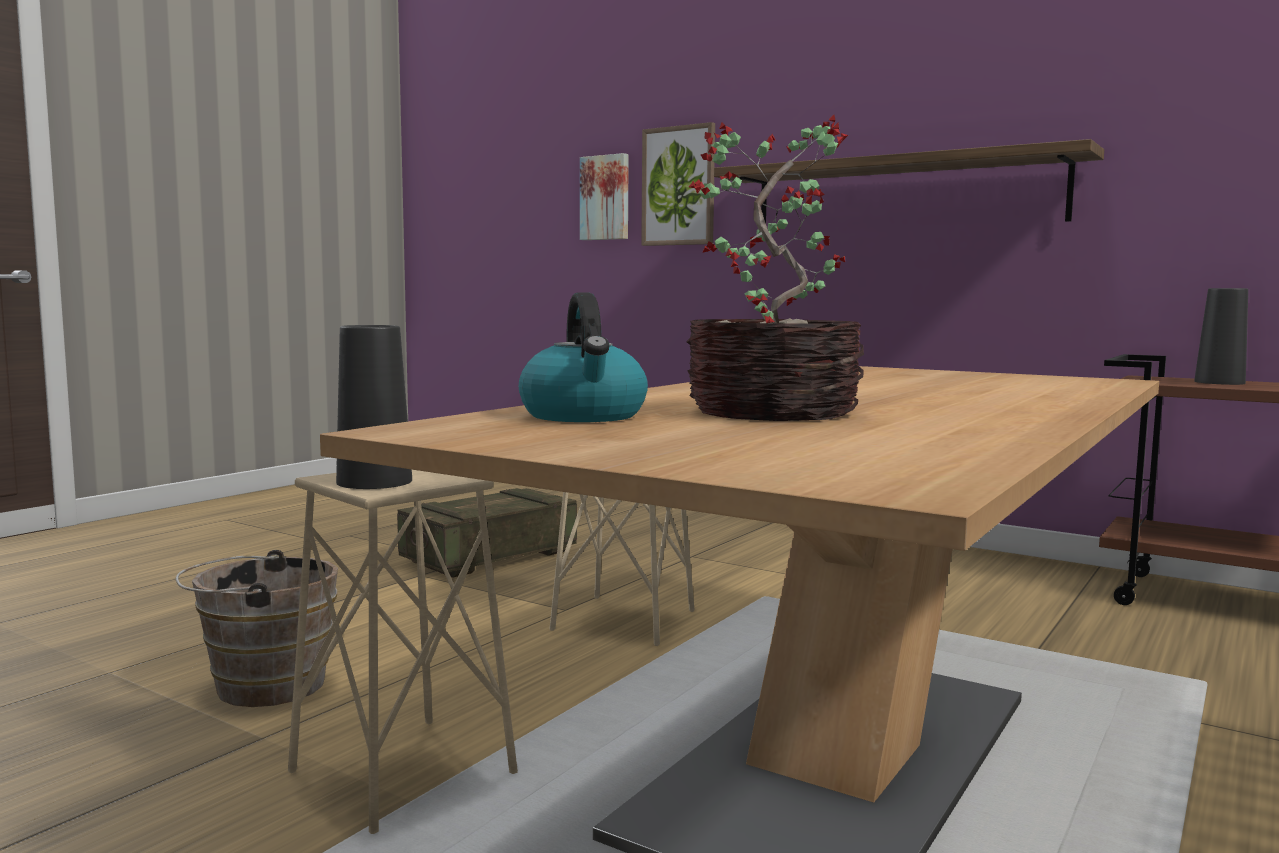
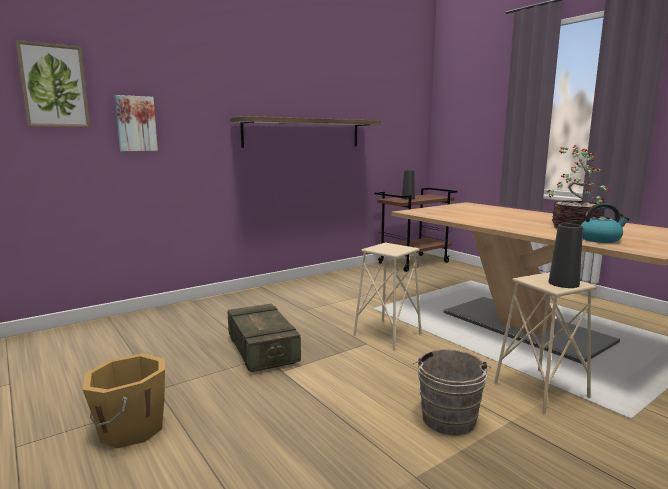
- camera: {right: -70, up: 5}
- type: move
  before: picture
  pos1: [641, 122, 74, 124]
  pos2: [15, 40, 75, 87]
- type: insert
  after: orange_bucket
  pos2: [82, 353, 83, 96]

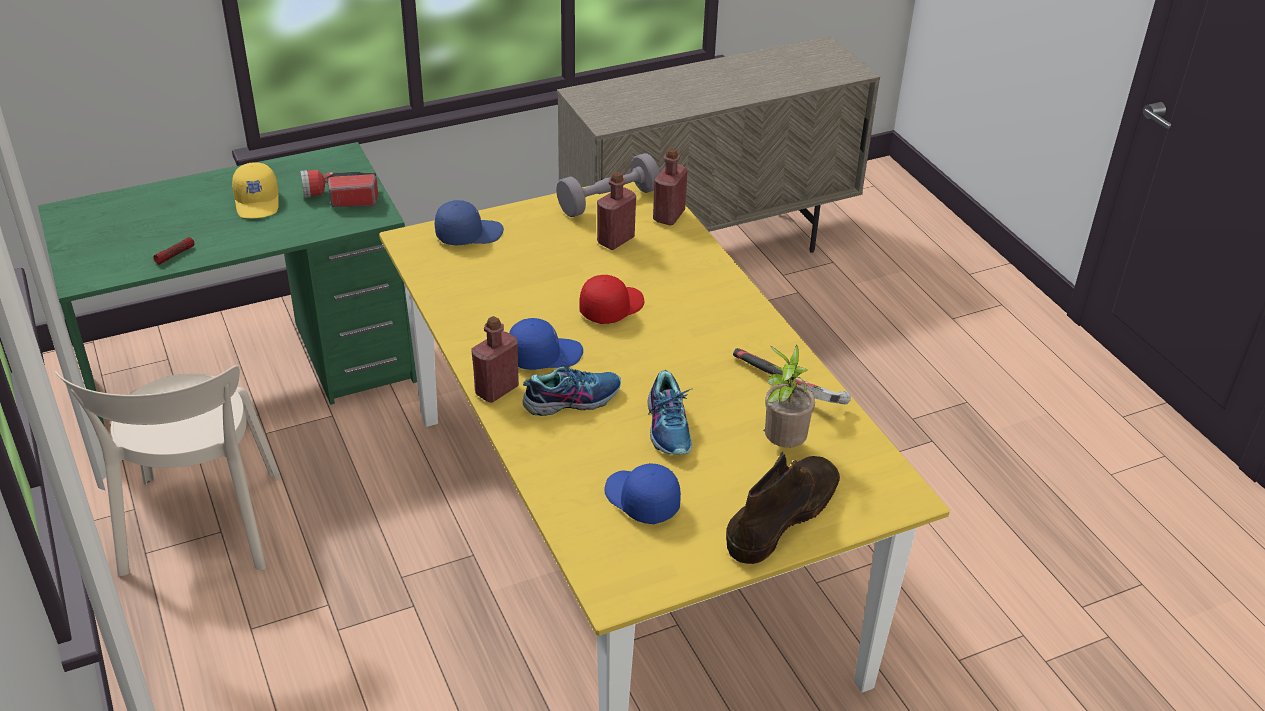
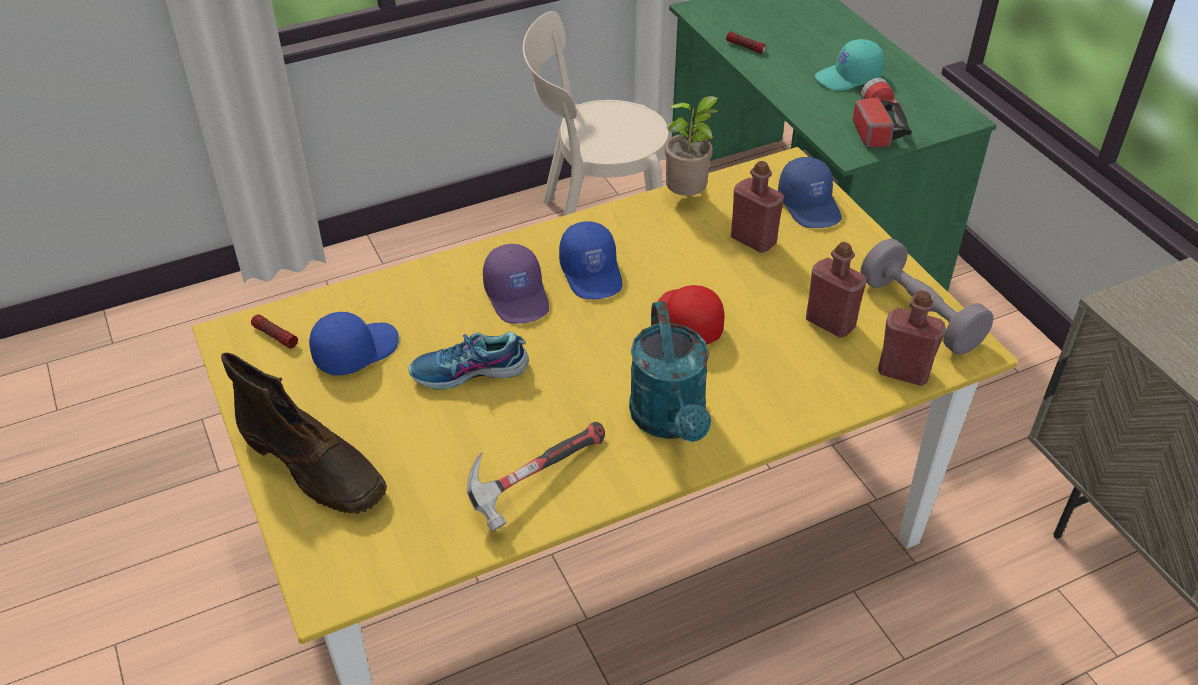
- camera: {right: 90, up: 5}
- type: recolor
  before: yellow_cap
  after: turquoise_cap
  pos1: [232, 162, 47, 56]
  pos2: [815, 39, 69, 52]
- type: rotate
  before: red_cap
  pos1: [579, 275, 65, 49]
  pos2: [658, 285, 67, 60]
  turn: -150
- type: move
  before: red_bottle
  pos1: [471, 316, 48, 87]
  pos2: [731, 161, 53, 92]
- type: move
  before: potted_plant
  pos1: [763, 344, 52, 104]
  pos2: [665, 96, 55, 100]
- type: replace
  before: shoe
  after: purple_cap
  pos1: [522, 354, 99, 62]
  pos2: [483, 244, 66, 80]
- type: insert
  after: turquoise_watering_can
  pos2: [629, 301, 82, 141]
- type: insert
  after: flashlight
  pos2: [251, 314, 47, 35]

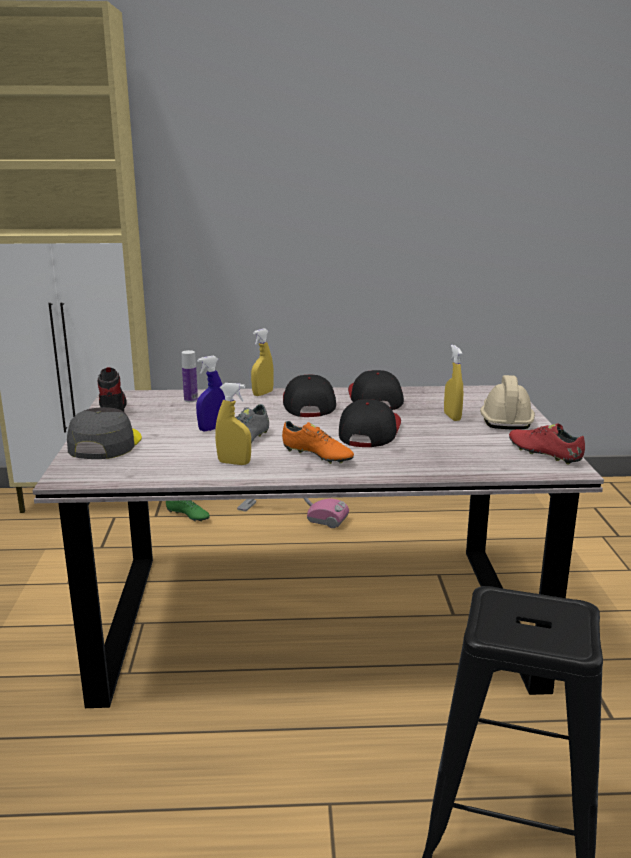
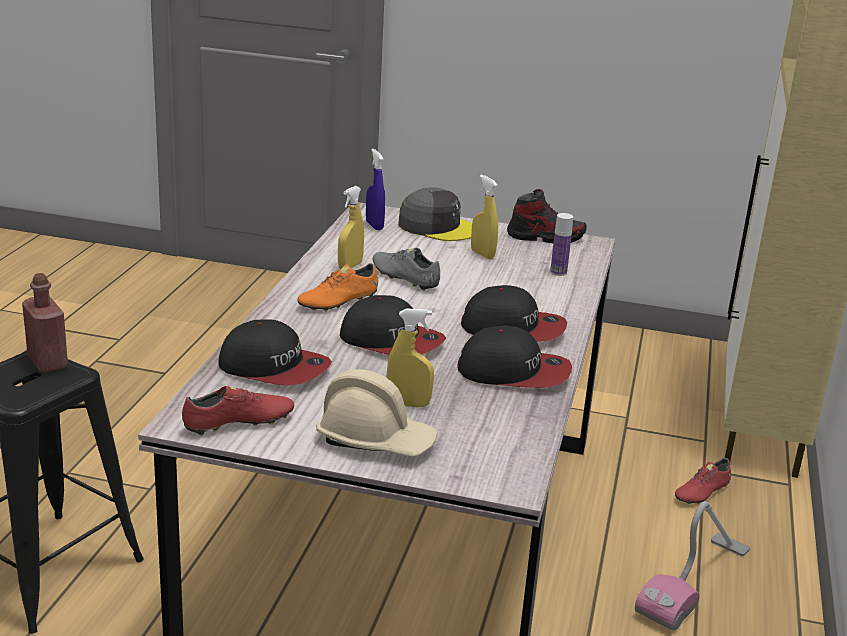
- camera: {right: 105, up: 5}
- type: move
  before: yellow_spray_bottle
  pos1: [251, 329, 23, 67]
  pos2: [471, 175, 27, 84]
- type: move
  before: blue_spray_bottle
  pos1: [196, 356, 29, 75]
  pos2: [366, 149, 19, 81]
- type: recolor
  before: green_shoe
  after: red_shoe
  pos1: [166, 500, 44, 22]
  pos2: [675, 458, 56, 46]
- type: insert
  after: red_bottle
  pos2: [22, 273, 46, 100]
- type: insert
  after: cap
  pos2: [218, 320, 114, 65]

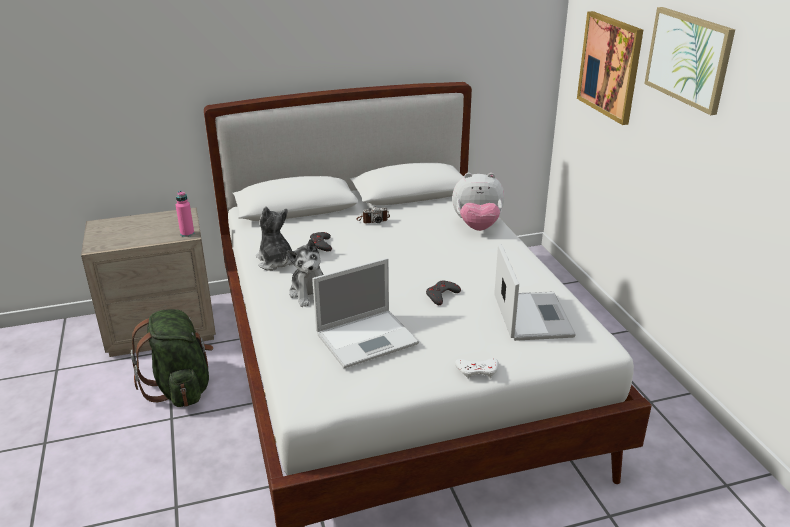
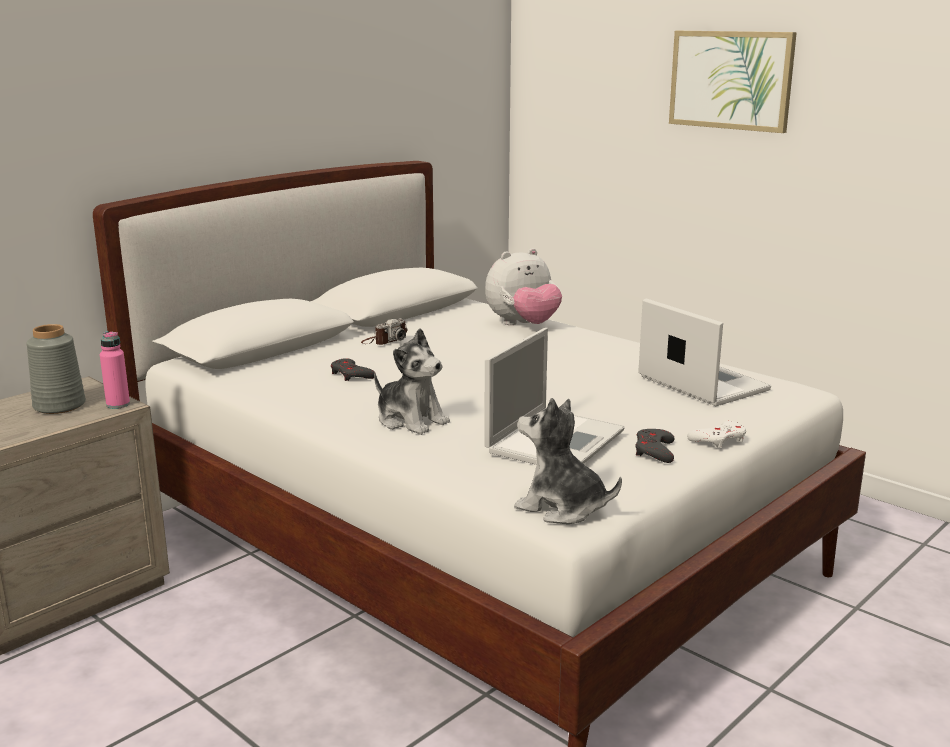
- camera: {right: -30, up: -10}
- type: delete
  before: picture
  pos1: [577, 11, 66, 114]
- type: move
  before: plush_toy
  pos1: [256, 207, 37, 64]
  pos2: [514, 398, 108, 126]
- type: move
  before: grey_game_controller
  pos1: [426, 280, 35, 25]
  pos2: [635, 429, 39, 34]
- type: delete
  before: green_backpack
  pos1: [130, 309, 83, 98]
- type: insert
  after: grey_vase
  pos2: [26, 324, 60, 90]

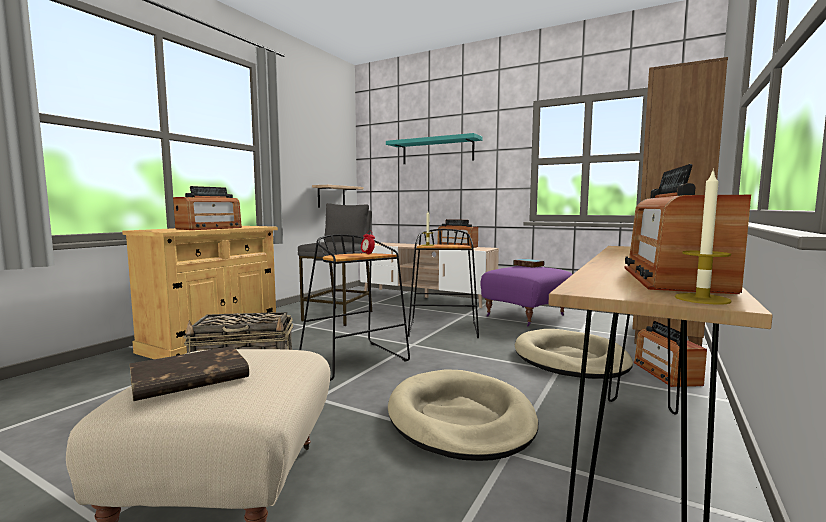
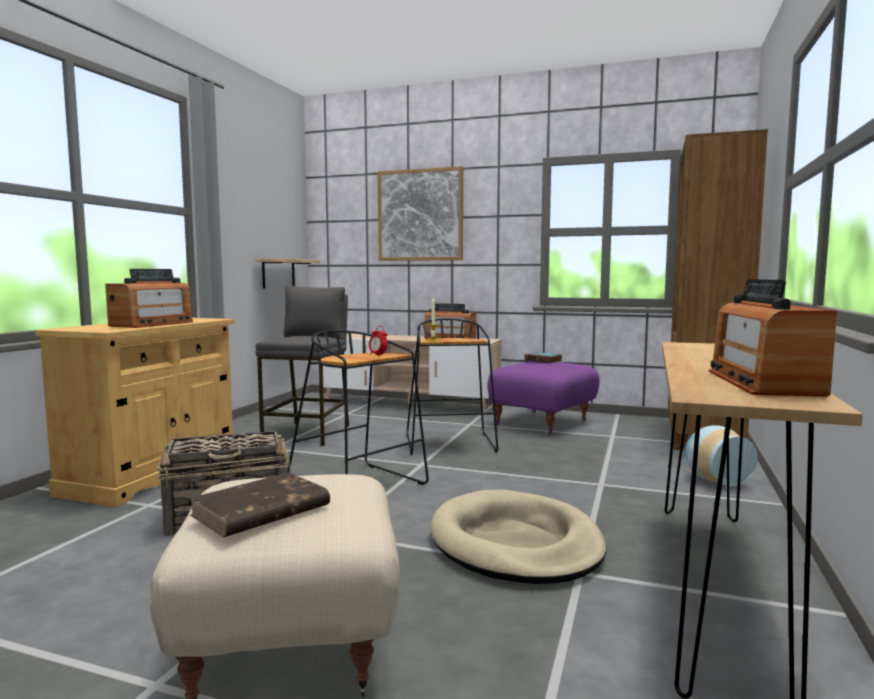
- camera: {right: -10, up: 0}
- type: replace
  before: turquoise_shelf
  after: picture
  pos1: [386, 133, 97, 31]
  pos2: [378, 166, 85, 95]
- type: delete
  before: candle
  pos1: [675, 169, 57, 136]
- type: replace
  before: radio
  after: vase
  pos1: [633, 321, 74, 66]
  pos2: [686, 425, 72, 61]
- type: delete
  before: beige_dog_bed
  pos1: [515, 329, 118, 50]

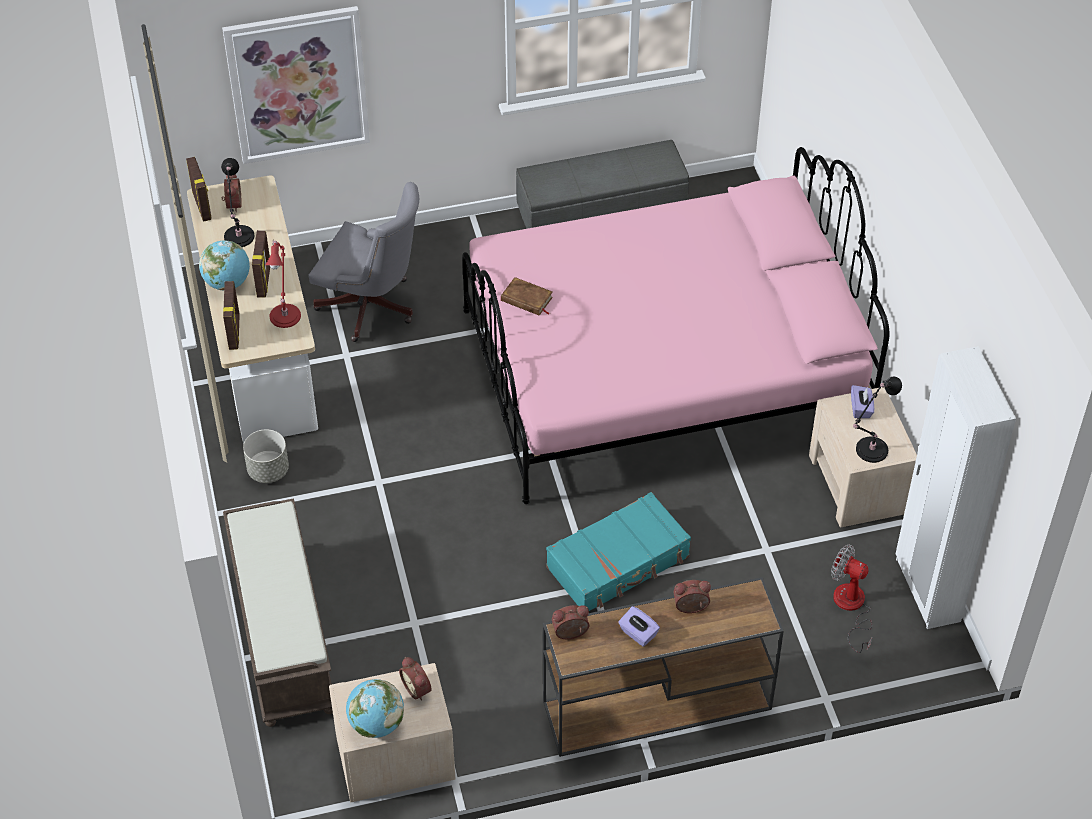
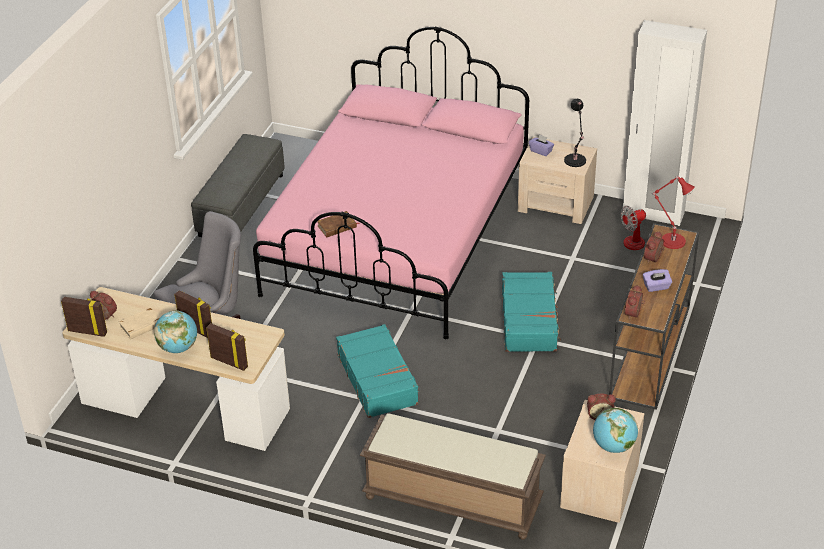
- camera: {right: -55, up: -10}
- type: delete
  before: picture
  pos1: [222, 6, 148, 158]
- type: replace
  before: black_table_lamp
  after: beige_book
  pos1: [221, 158, 33, 89]
  pos2: [119, 308, 41, 31]
- type: move
  before: red_table_lamp
  pos1: [266, 240, 35, 88]
  pos2: [651, 176, 44, 73]
- type: delete
  before: grey_planter
  pos1: [243, 429, 46, 54]
- type: insert
  after: turquoise_suitcase
  pos2: [336, 324, 83, 94]

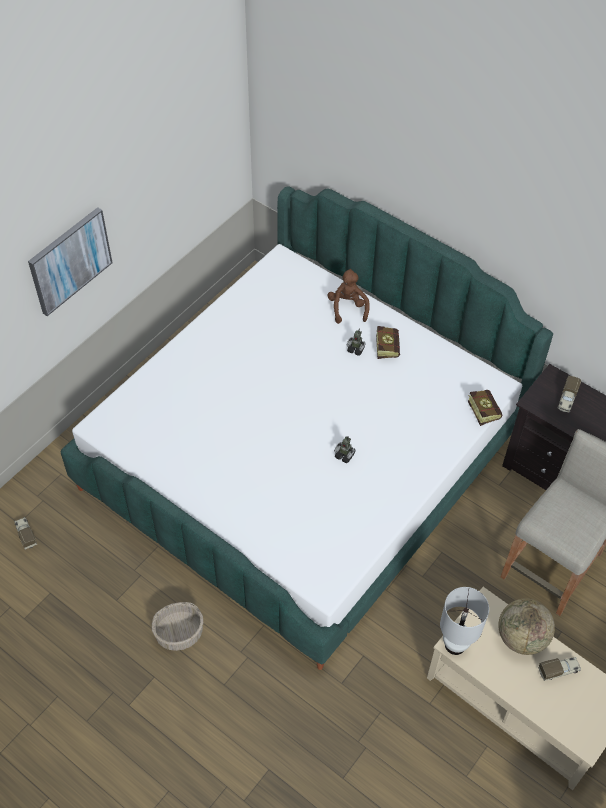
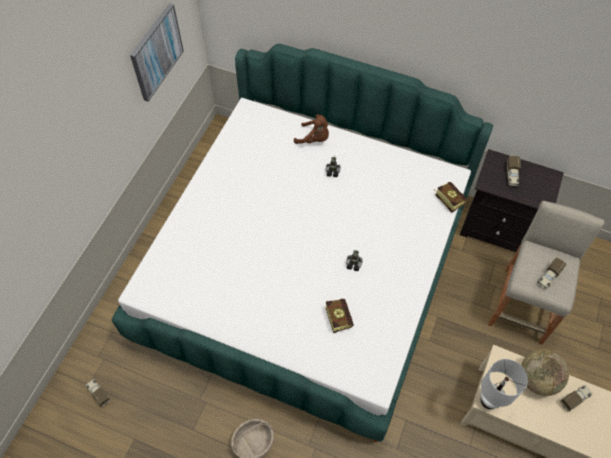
- camera: {right: -15, up: 5}
- type: move
  before: picture
  pos1: [28, 207, 85, 109]
  pos2: [130, 3, 54, 99]
- type: rotate
  before: brown_plush_toy
  pos1: [328, 269, 42, 55]
  pos2: [294, 114, 35, 30]
  turn: 135
- type: move
  before: book
  pos1: [376, 326, 24, 33]
  pos2: [325, 299, 29, 34]
- type: insert
  after: toy_truck
  pos2: [537, 257, 30, 32]

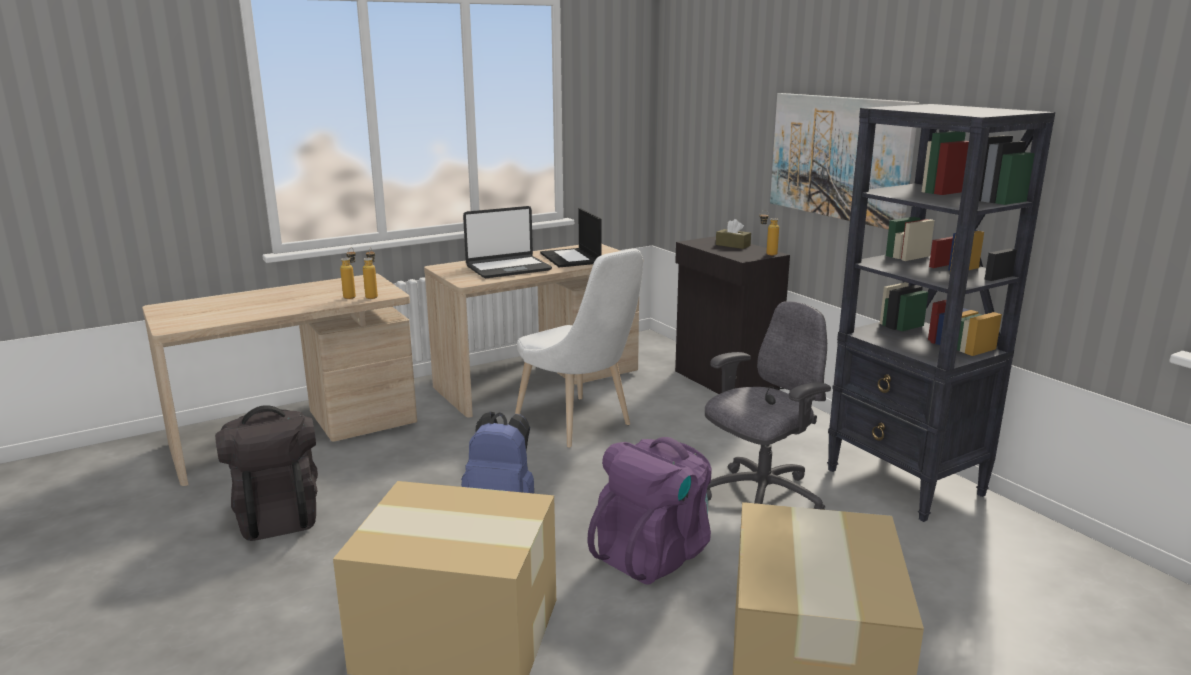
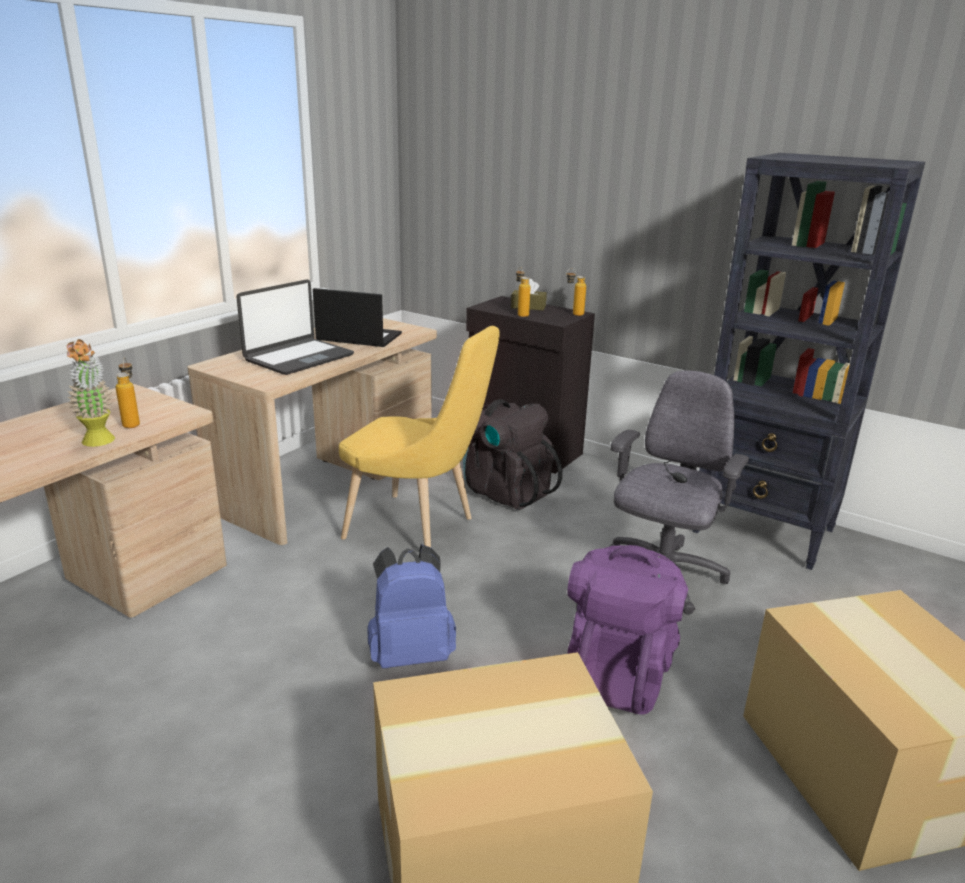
- camera: {right: -25, up: 5}
- type: delete
  before: picture
  pos1: [770, 93, 149, 137]
- type: rotate
  before: laptop
  pos1: [540, 208, 62, 59]
  pos2: [313, 288, 89, 59]
  turn: 150
- type: move
  before: bottle
  pos1: [363, 247, 15, 52]
  pos2: [516, 267, 15, 50]
- type: recolor
  before: white_chair
  after: yellow_chair
  pos1: [515, 249, 128, 199]
  pos2: [339, 326, 161, 221]
- type: move
  before: black_backpack
  pos1: [215, 405, 103, 136]
  pos2: [463, 399, 99, 111]
- type: insert
  after: potted_plant
  pos2: [67, 339, 48, 108]

